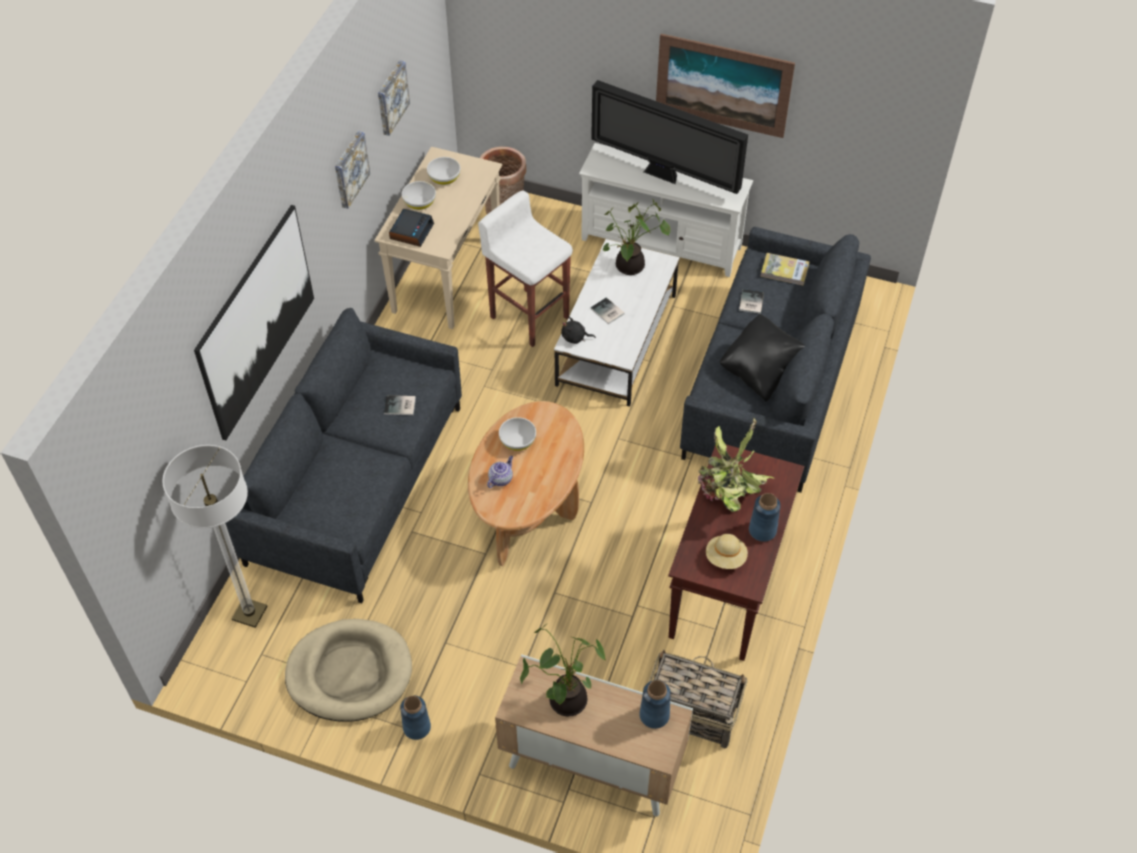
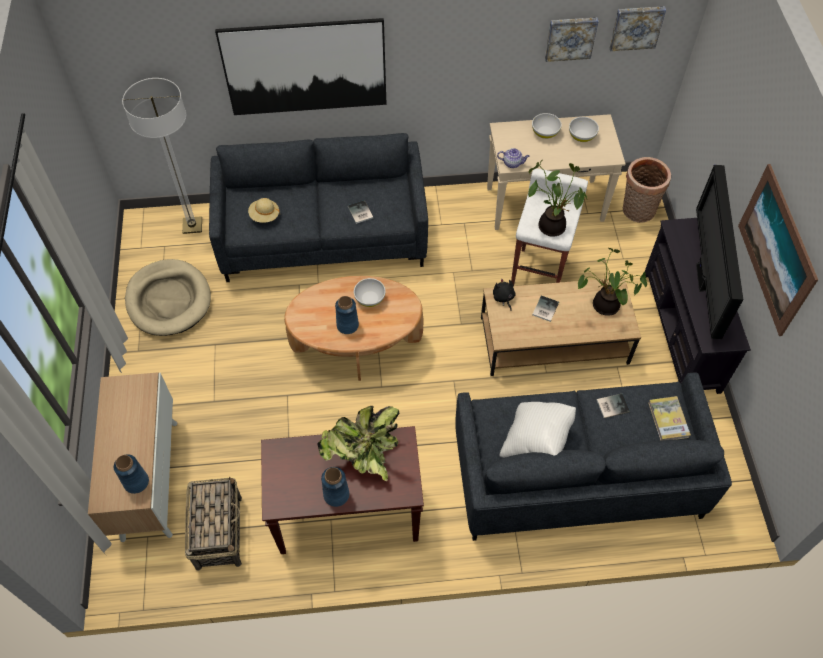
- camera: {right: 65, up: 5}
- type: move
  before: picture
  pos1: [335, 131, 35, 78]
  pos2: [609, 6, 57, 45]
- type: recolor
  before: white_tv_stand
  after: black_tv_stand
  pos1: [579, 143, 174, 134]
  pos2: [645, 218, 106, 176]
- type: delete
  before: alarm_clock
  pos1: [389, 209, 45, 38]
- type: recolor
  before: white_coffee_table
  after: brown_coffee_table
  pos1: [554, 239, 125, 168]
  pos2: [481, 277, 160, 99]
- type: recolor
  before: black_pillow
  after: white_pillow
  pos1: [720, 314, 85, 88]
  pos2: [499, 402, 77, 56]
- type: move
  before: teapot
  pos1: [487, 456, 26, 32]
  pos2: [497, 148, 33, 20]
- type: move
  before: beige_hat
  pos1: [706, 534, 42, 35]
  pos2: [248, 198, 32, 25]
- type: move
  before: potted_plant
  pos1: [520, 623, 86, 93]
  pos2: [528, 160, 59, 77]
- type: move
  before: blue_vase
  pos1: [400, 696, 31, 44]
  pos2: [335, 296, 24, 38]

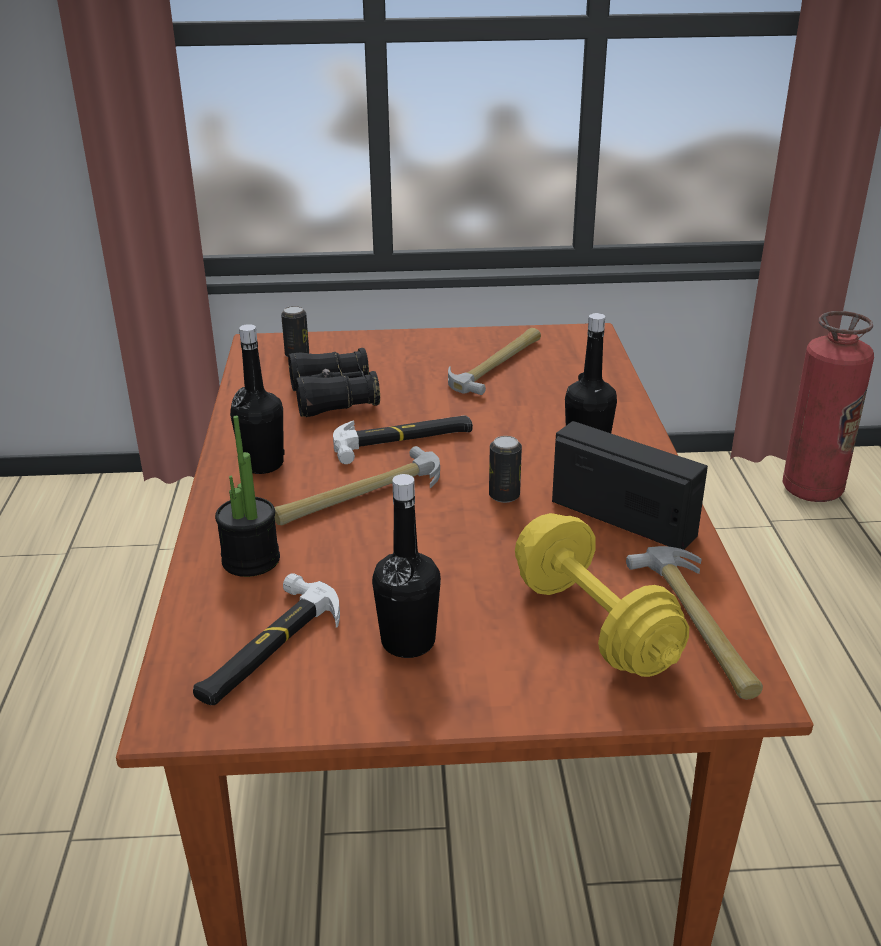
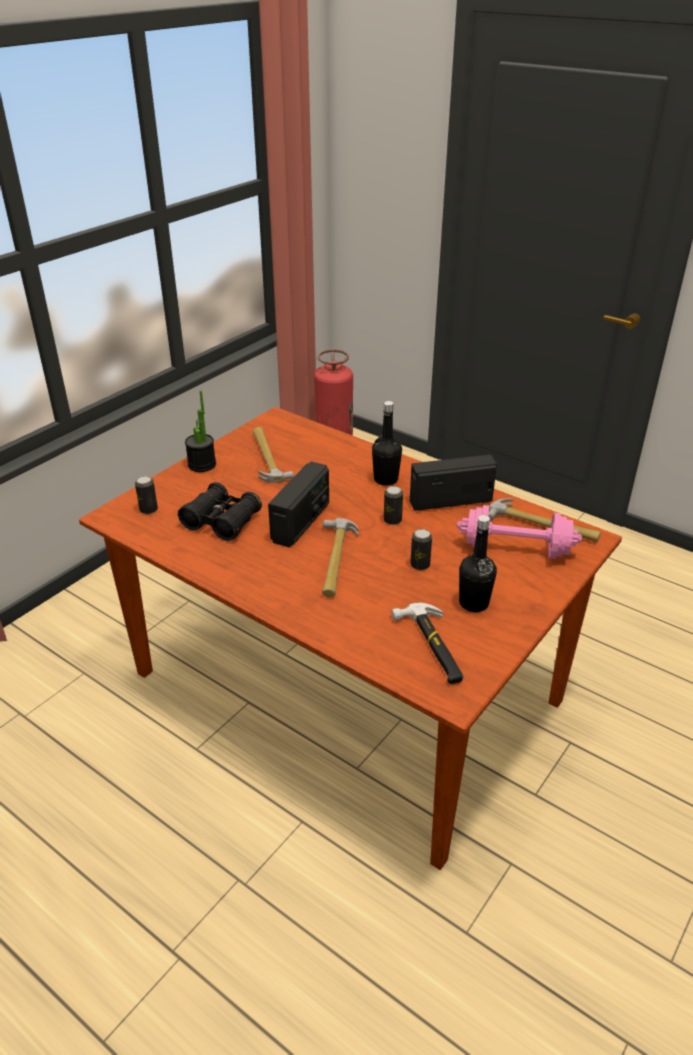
- camera: {right: -50, up: 5}
- type: delete
  before: black_bottle
  pos1: [230, 324, 54, 150]
- type: replace
  before: hammer
  after: radio
  pos1: [333, 415, 140, 49]
  pos2: [268, 461, 61, 86]
- type: move
  before: potted_plant
  pos1: [215, 416, 65, 161]
  pos2: [185, 391, 31, 81]
- type: recolor
  before: yellow_dumbbell
  after: pink_dumbbell
  pos1: [515, 513, 174, 164]
  pos2: [457, 505, 125, 54]
- type: insert
  after: can
  pos2: [410, 529, 22, 41]

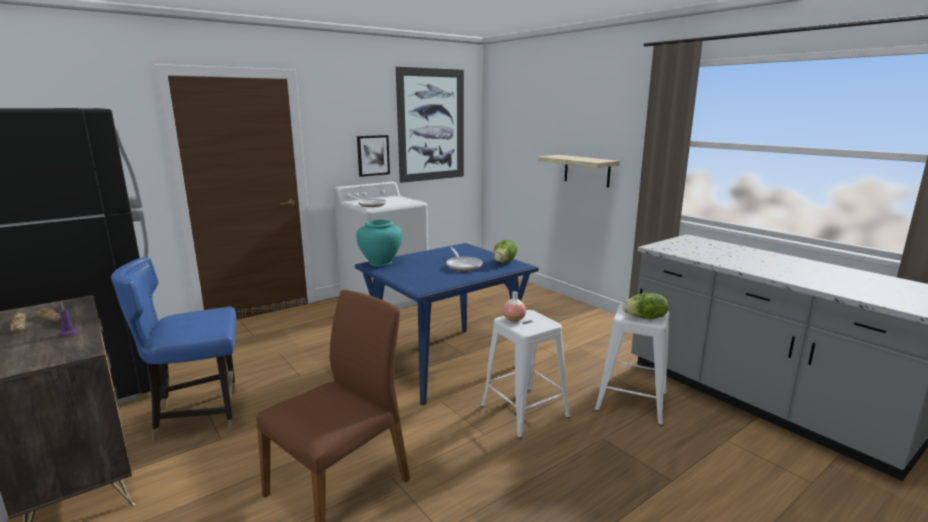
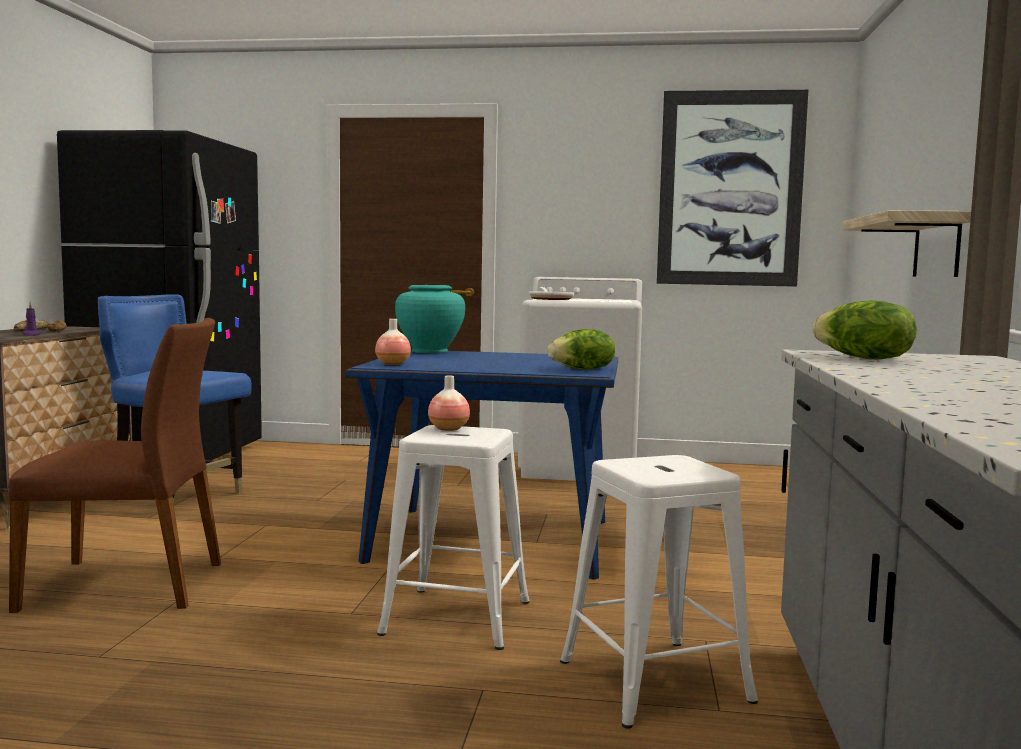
- camera: {right: 45, up: -10}
- type: delete
  before: picture
  pos1: [357, 135, 33, 42]
- type: delete
  before: frying_pan
  pos1: [447, 247, 36, 24]
- type: move
  before: lettuce
  pos1: [622, 293, 46, 26]
  pos2: [813, 300, 103, 60]
- type: insert
  after: vase
  pos2: [375, 319, 36, 46]

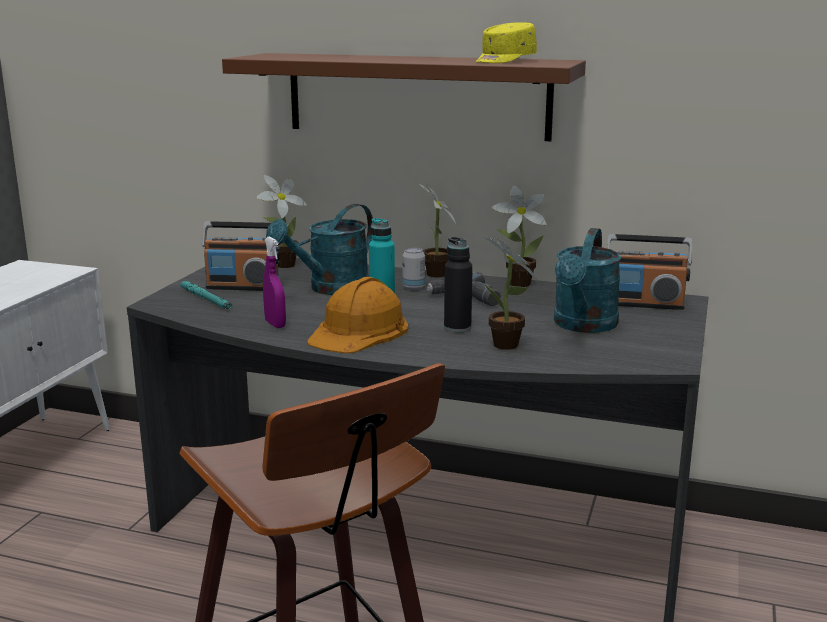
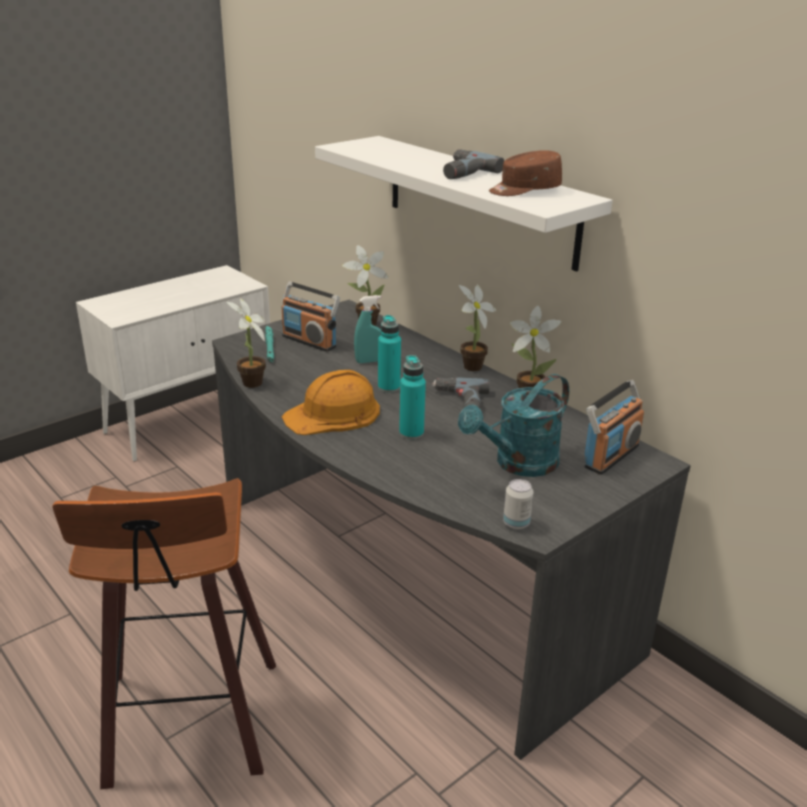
- camera: {right: 30, up: 10}
- type: recolor
  before: yellow_cap
  after: brown_cap
  pos1: [476, 22, 61, 41]
  pos2: [489, 150, 73, 46]
- type: recolor
  before: brown_shelf
  after: white_shelf
  pos1: [222, 53, 364, 88]
  pos2: [315, 136, 298, 136]
- type: replace
  before: turquoise_watering_can
  after: turquoise_spray_bottle
  pos1: [266, 204, 107, 91]
  pos2: [354, 295, 27, 68]
- type: rotate
  before: radio
  pos1: [607, 234, 85, 76]
  pos2: [585, 380, 59, 95]
  turn: -90
- type: delete
  before: purple_spray_bottle
  pos1: [263, 237, 23, 91]
- type: recolor
  before: black_bottle
  after: turquoise_bottle
  pos1: [444, 237, 29, 95]
  pos2: [399, 355, 27, 85]
- type: move
  before: potted_plant
  pos1: [484, 237, 54, 113]
  pos2: [226, 298, 40, 90]
- type: move
  before: can
  pos1: [402, 248, 23, 42]
  pos2: [503, 479, 30, 50]
- type: insert
  after: power_drill
  pos2: [443, 149, 61, 30]

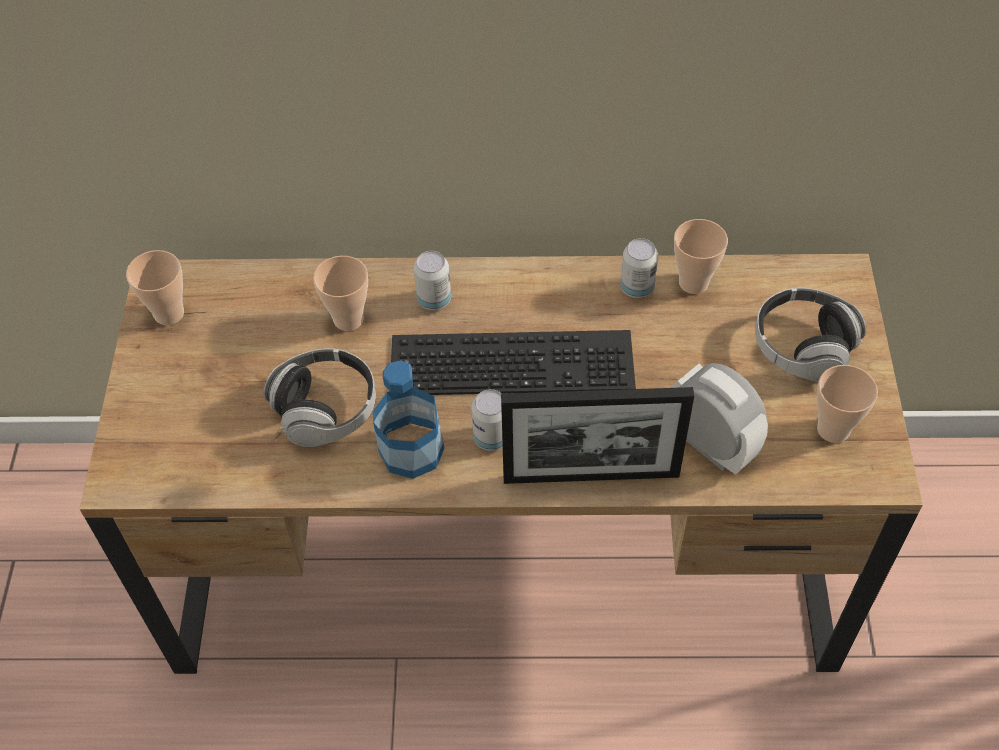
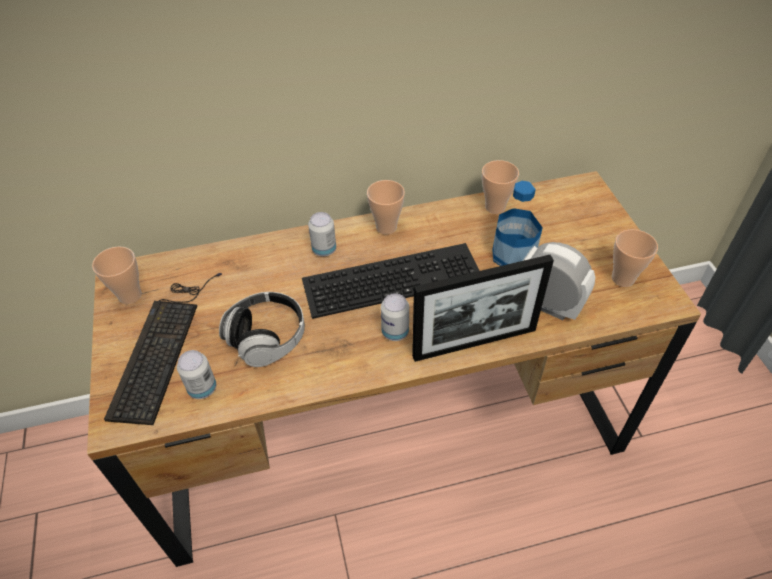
- camera: {right: -15, up: -5}
- type: move
  before: can
  pos1: [620, 238, 38, 60]
  pos2: [177, 350, 39, 49]
- type: move
  before: cup
  pos1: [313, 256, 55, 75]
  pos2: [367, 180, 38, 55]
- type: delete
  before: headphones
  pos1: [755, 288, 111, 94]
- type: move
  before: bottle
  pos1: [373, 360, 71, 119]
  pos2: [492, 181, 51, 85]
- type: insert
  after: keyboard
  pos2: [104, 273, 118, 152]

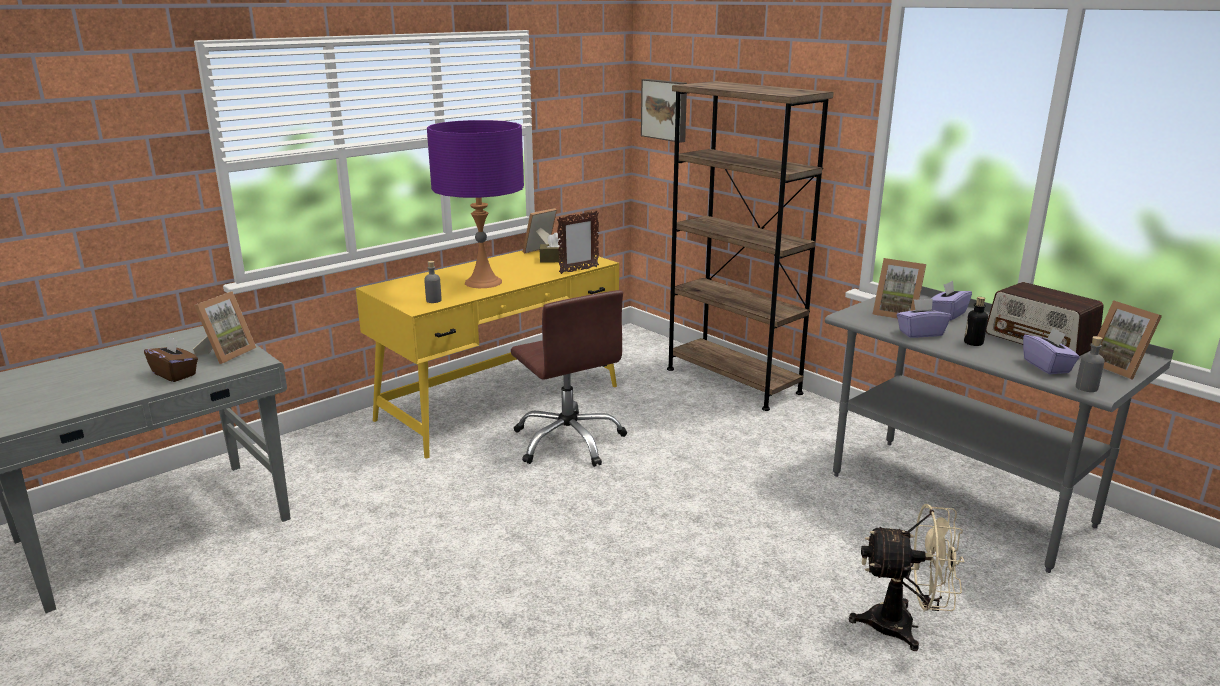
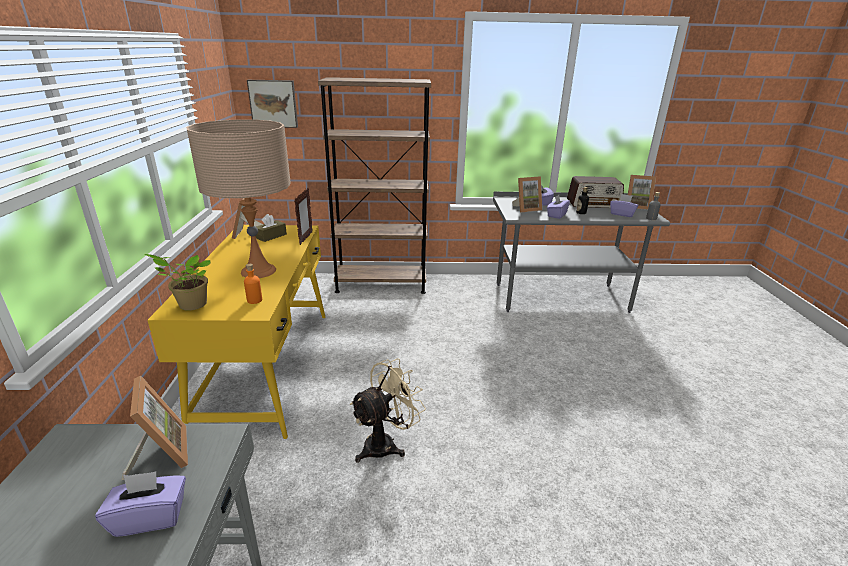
- camera: {right: -50, up: 5}
- type: recolor
  before: purple_table_lamp
  after: beige_table_lamp
  pos1: [427, 120, 97, 168]
  pos2: [186, 119, 105, 159]
- type: recolor
  before: grey_bottle
  after: orange_bottle
  pos1: [424, 261, 18, 42]
  pos2: [244, 264, 18, 40]
- type: delete
  before: brown_office_chair
  pos1: [511, 290, 116, 177]
- type: recolor
  before: brown_tissue_box
  after: purple_tissue_box
  pos1: [144, 336, 54, 46]
  pos2: [95, 472, 91, 65]
- type: move
  before: beige_fan
  pos1: [849, 504, 116, 147]
  pos2: [350, 358, 76, 105]
- type: insert
  after: potted_plant
  pos2: [144, 254, 67, 57]

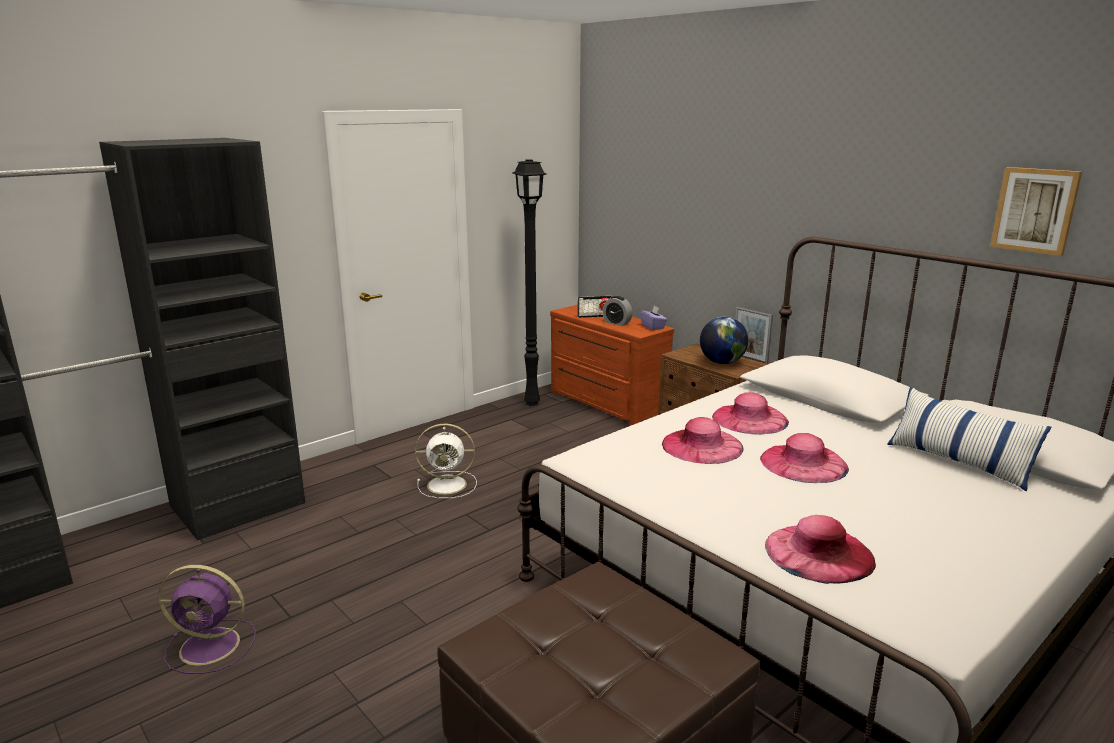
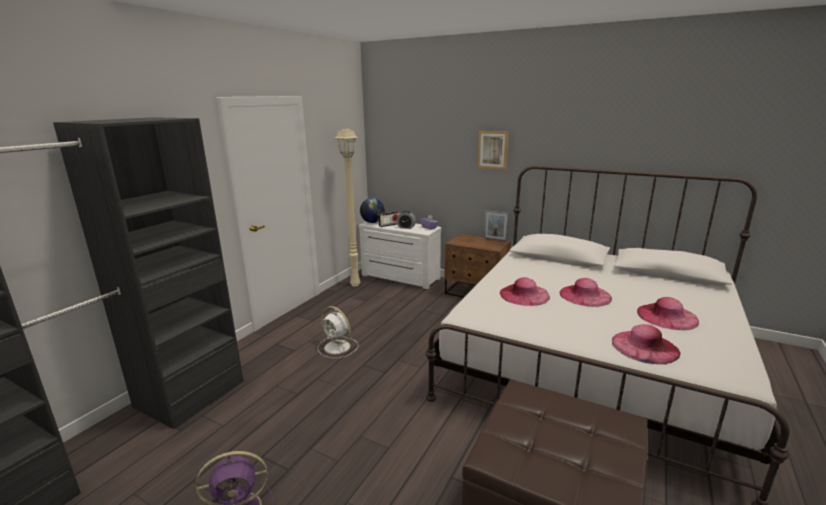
- camera: {right: -20, up: 0}
- type: recolor
  before: black_floor_lamp
  after: beige_floor_lamp
  pos1: [513, 159, 34, 247]
  pos2: [335, 129, 25, 157]
- type: move
  before: picture
  pos1: [990, 167, 92, 89]
  pos2: [477, 131, 32, 38]
- type: recolor
  before: brown_dresser
  after: white_dresser
  pos1: [550, 305, 124, 120]
  pos2: [359, 221, 83, 68]
- type: move
  before: globe
  pos1: [700, 317, 49, 47]
  pos2: [360, 198, 25, 25]
- type: delete
  before: pillow
  pos1: [887, 387, 164, 104]
- type: move
  before: pink_hat
  pos1: [712, 392, 77, 43]
  pos2: [637, 297, 62, 33]
- type: rotate
  before: white_fan
  pos1: [415, 424, 62, 74]
  pos2: [318, 306, 40, 52]
  turn: 60

